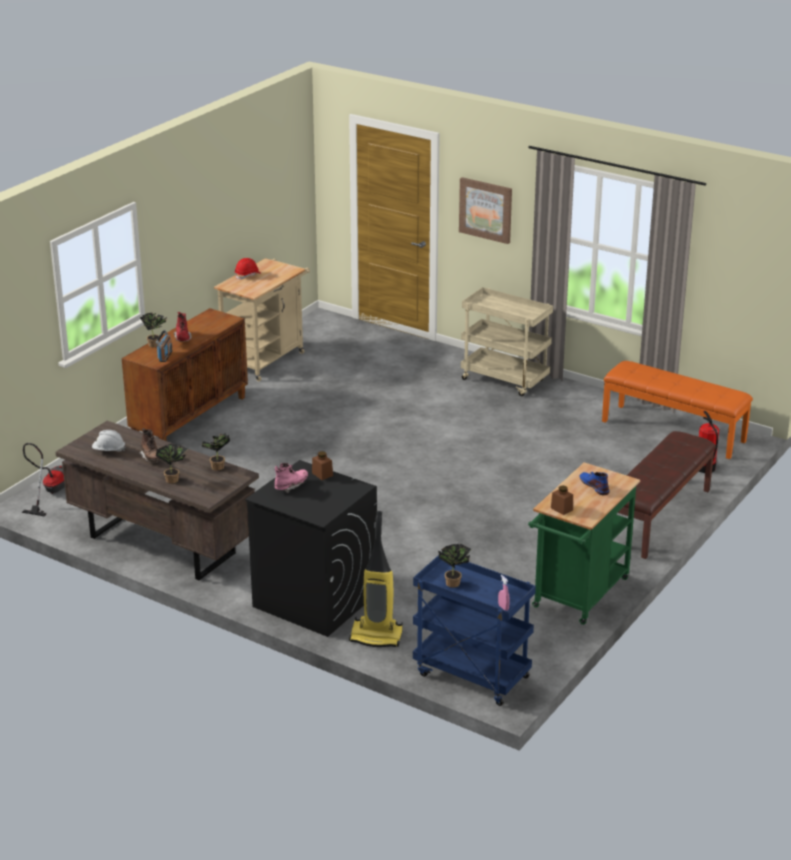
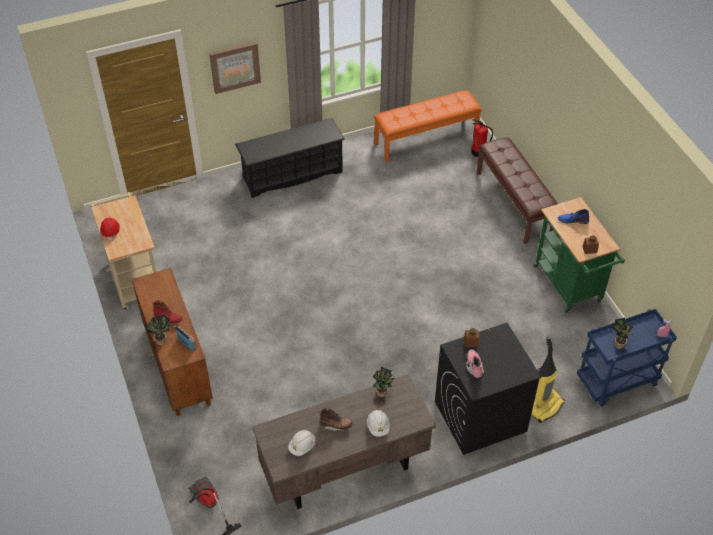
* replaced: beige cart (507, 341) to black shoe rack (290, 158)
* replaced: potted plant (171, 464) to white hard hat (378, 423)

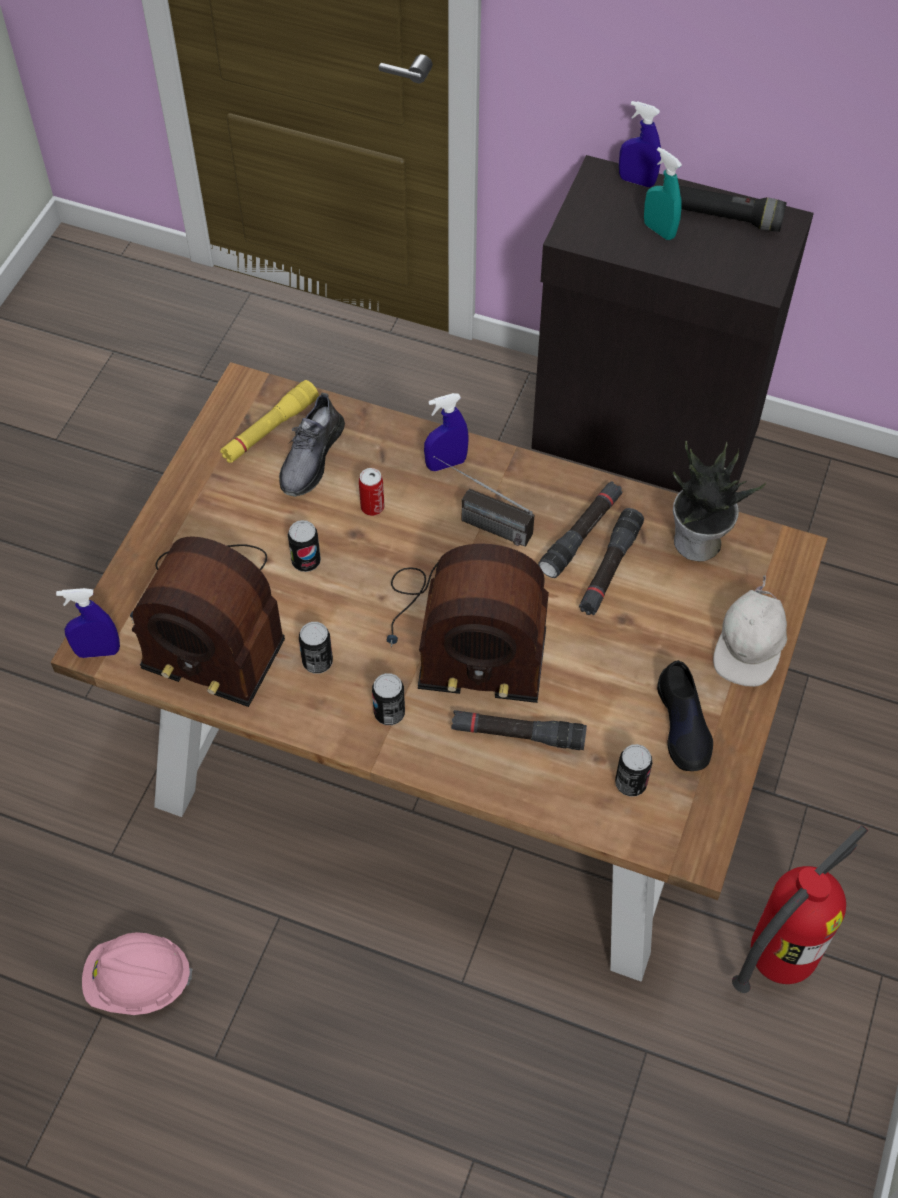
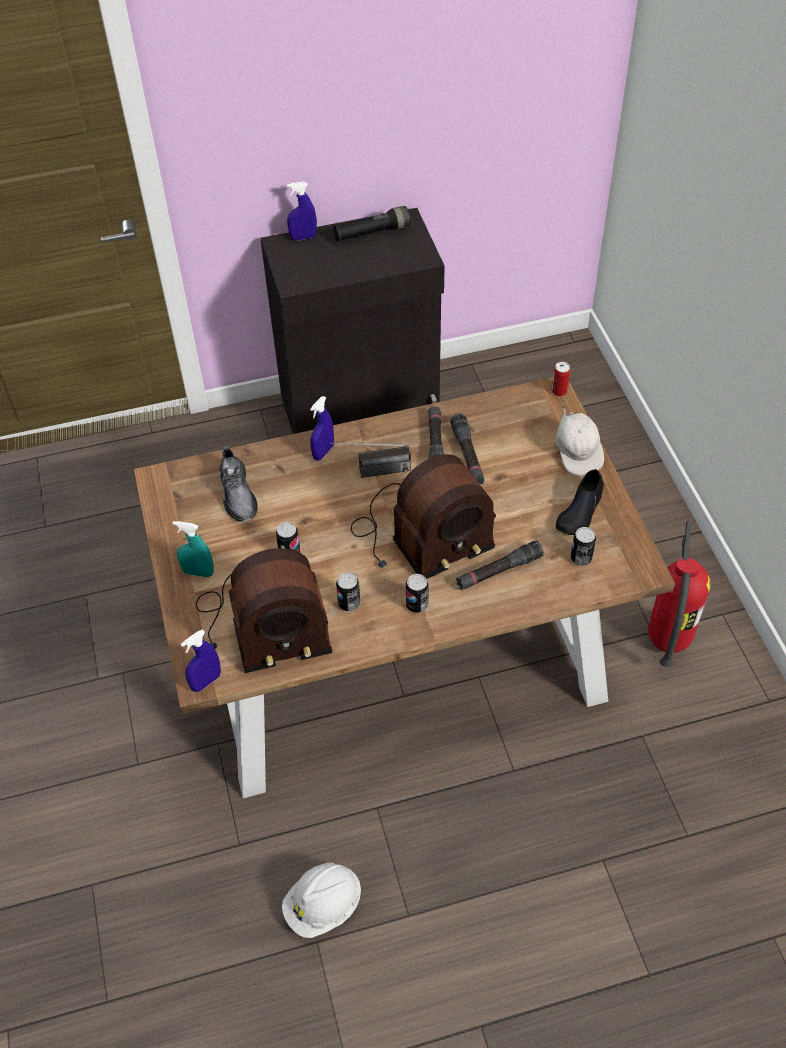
* moved: turquoise spray bottle (663, 193) to (193, 549)
* removed: yellow flashlight (269, 421)
* removed: potted plant (719, 501)
* moved: can (371, 492) to (561, 379)
* turned: black shoe (685, 715) = (580, 502) 75 degrees clockwise
* recoloured: pink hard hat (137, 973) to white hard hat (321, 900)

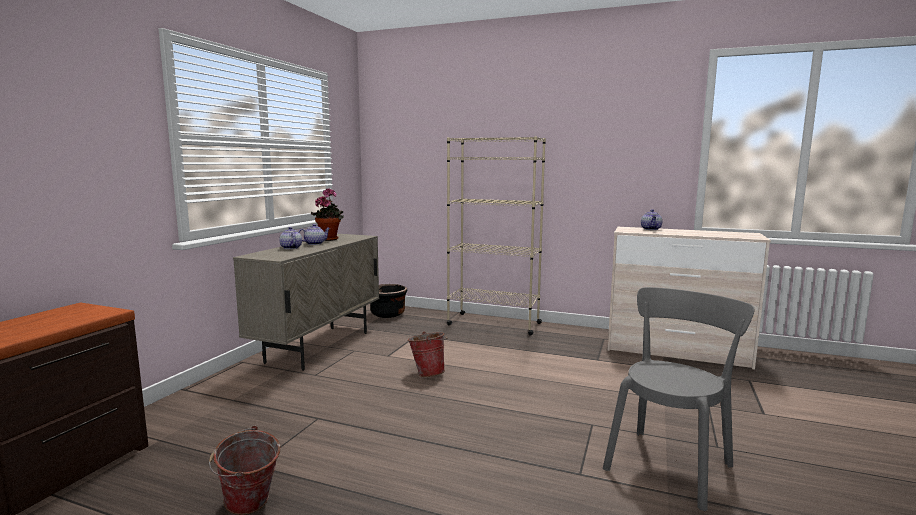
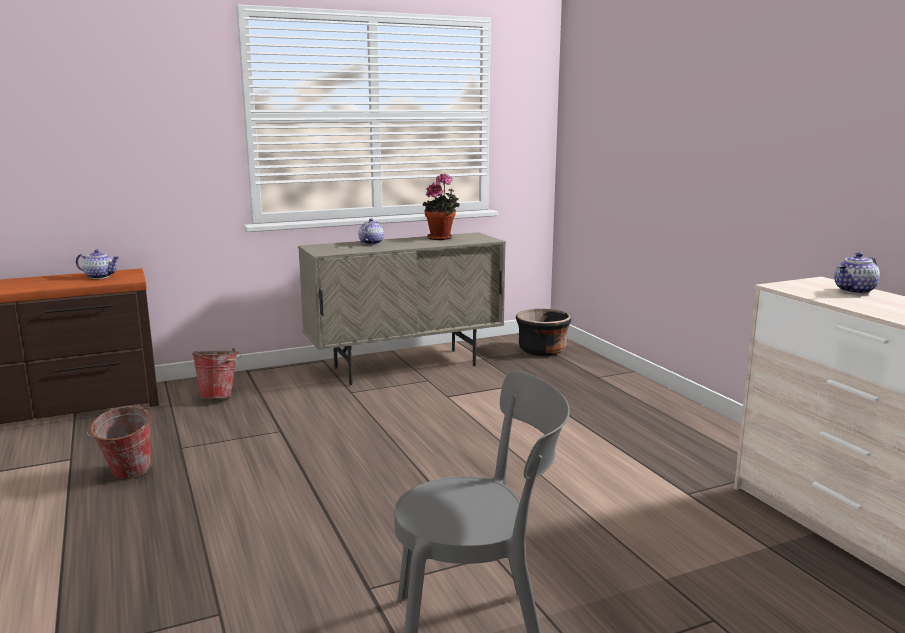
* removed: beige bookcase (496, 236)
* moved: teapot (314, 234) to (98, 264)
* moved: bucket (428, 354) to (216, 373)

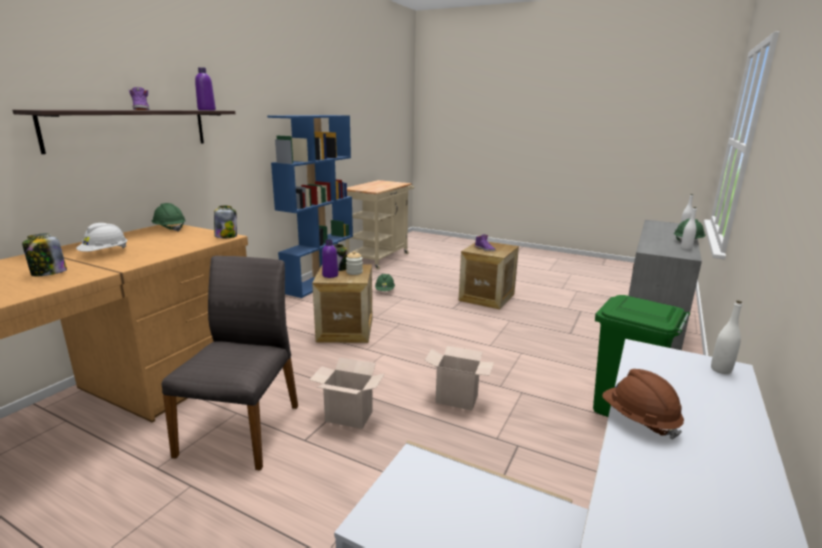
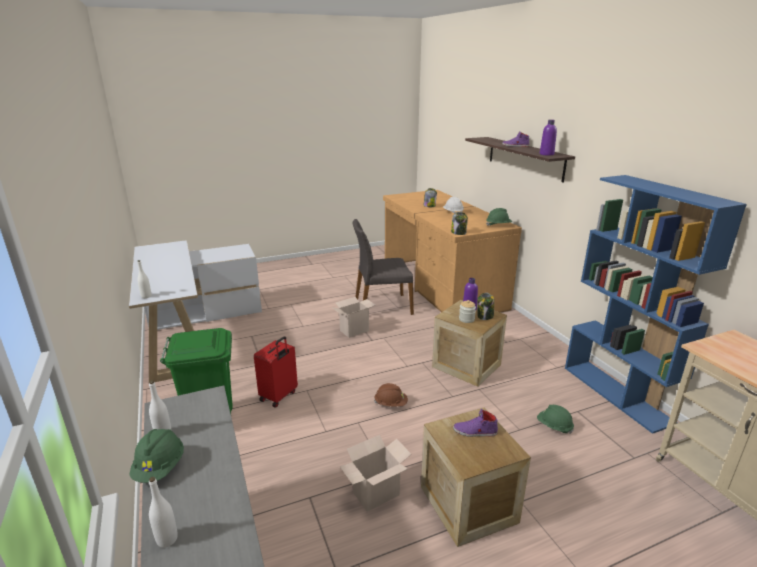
* turned: grey chair (230, 363) = (383, 267) 120 degrees clockwise
* moved: cardboard box (459, 378) to (375, 473)
* moved: brown hard hat (643, 404) to (391, 394)
* added: red suitcase (276, 371)

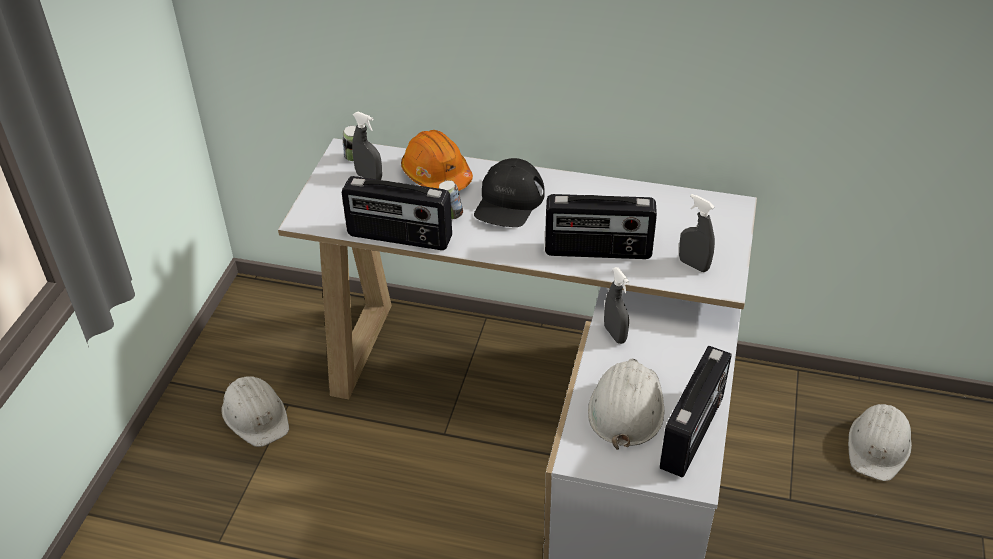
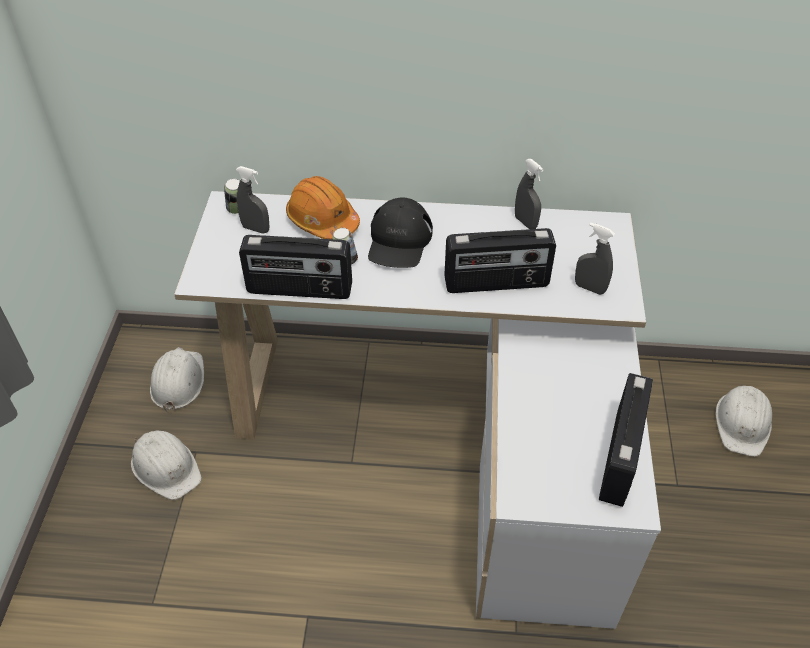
* moved: grey spray bottle (616, 305) to (529, 194)
* moved: white hard hat (626, 404) to (177, 380)

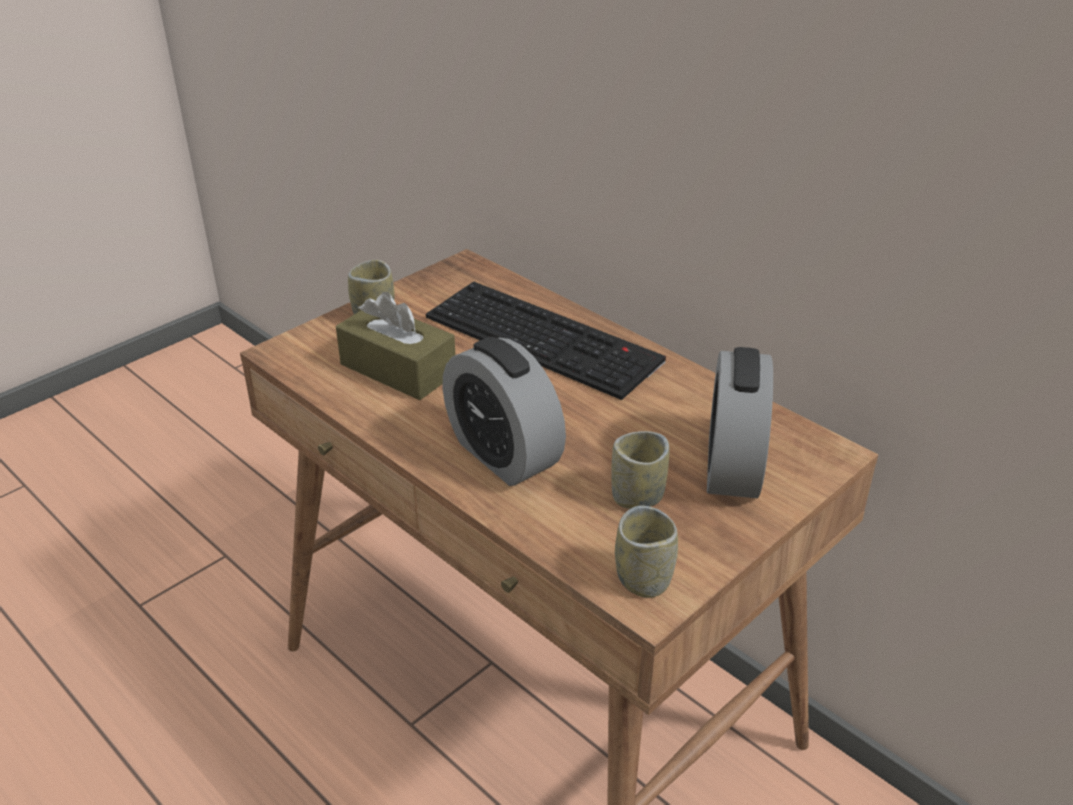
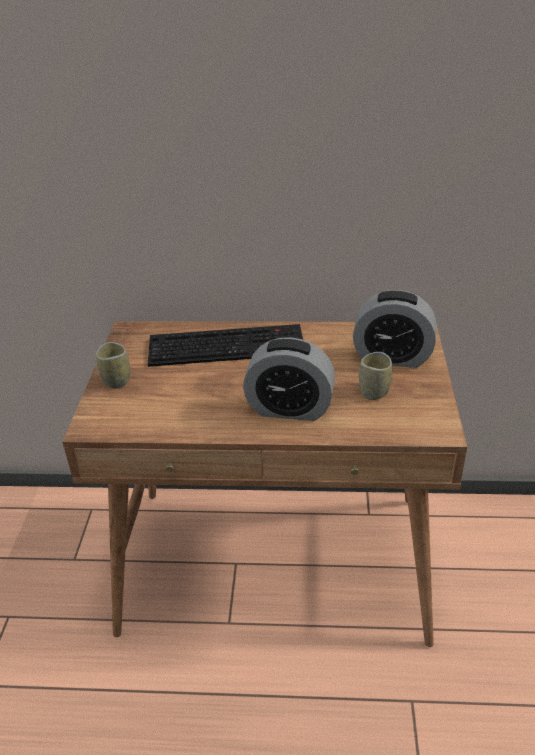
* removed: brown tissue box (395, 346)
* turned: alarm clock (740, 422) = (394, 329) 45 degrees counterclockwise
* removed: cup (646, 552)

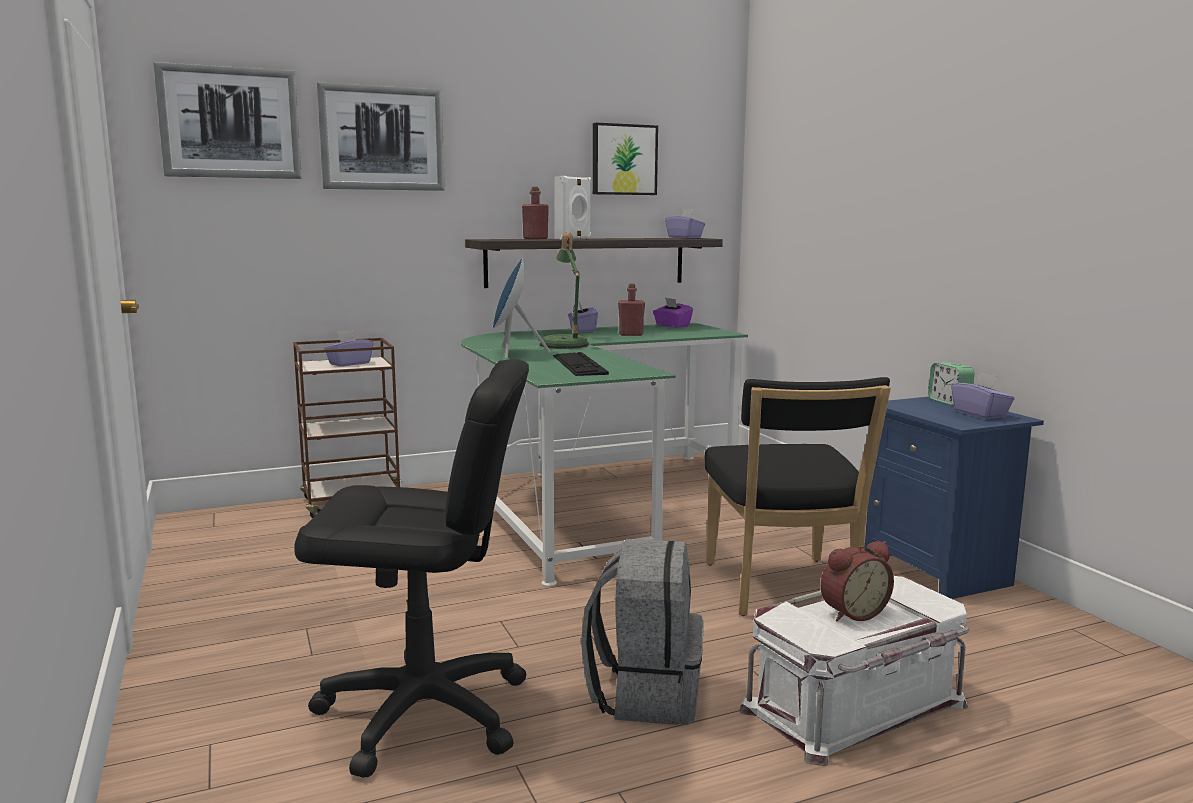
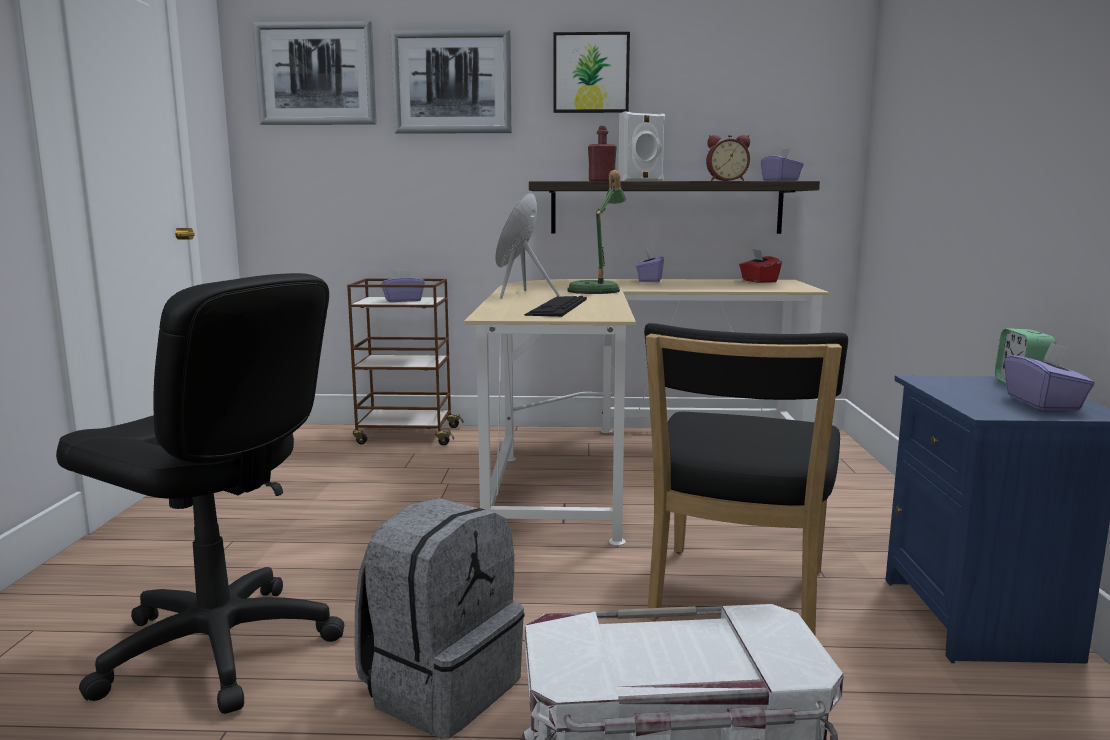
* moved: picture (625, 159) to (592, 72)
* removed: red bottle (631, 310)
* recoloured: purple tissue box (673, 313) to red tissue box (760, 266)
* recoloured: green desk (604, 454) to beige desk (646, 412)
* moved: alarm clock (857, 581) to (728, 158)

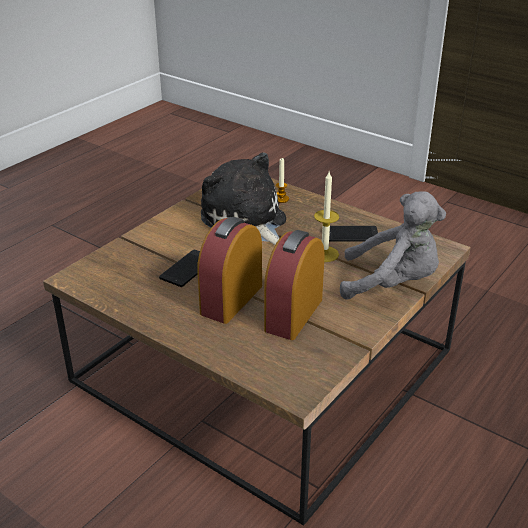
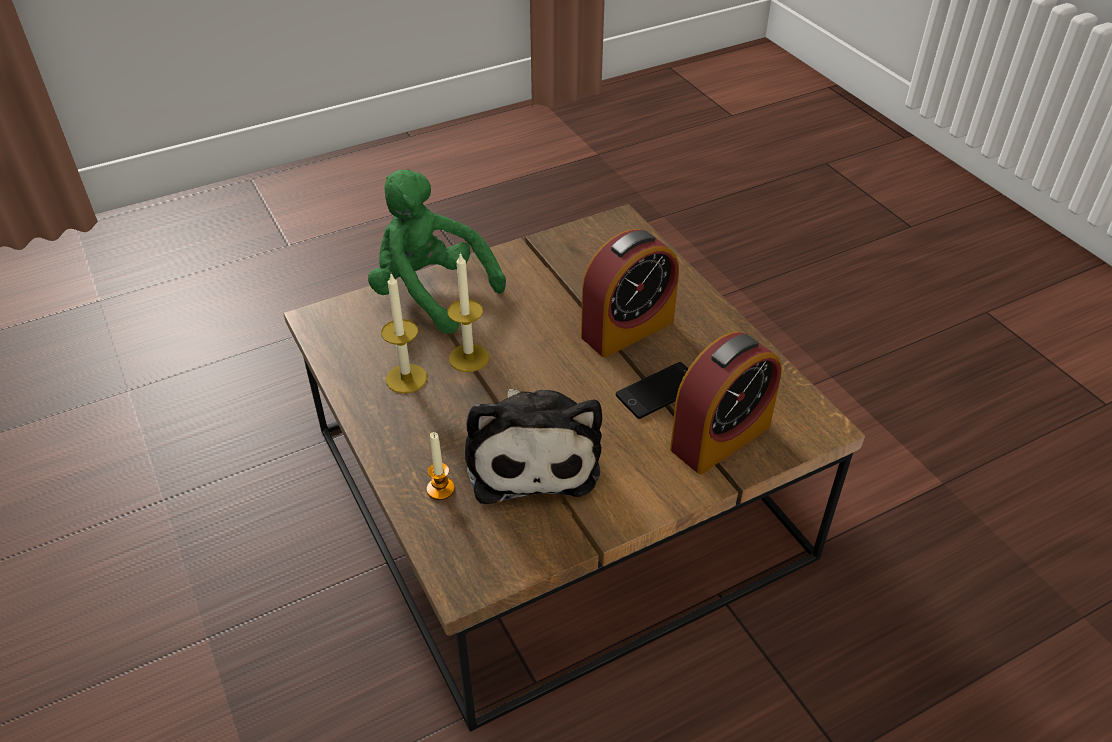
* recoloured: grey plush toy (393, 245) to green plush toy (437, 251)
* replaced: phone (353, 234) to candle (404, 333)
* moved: alarm clock (294, 285) to (726, 403)

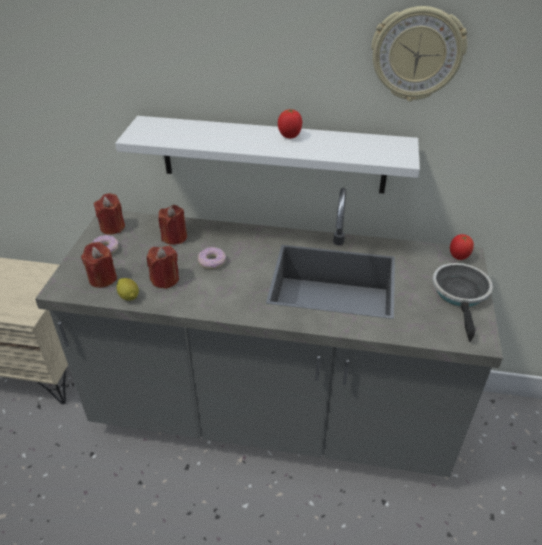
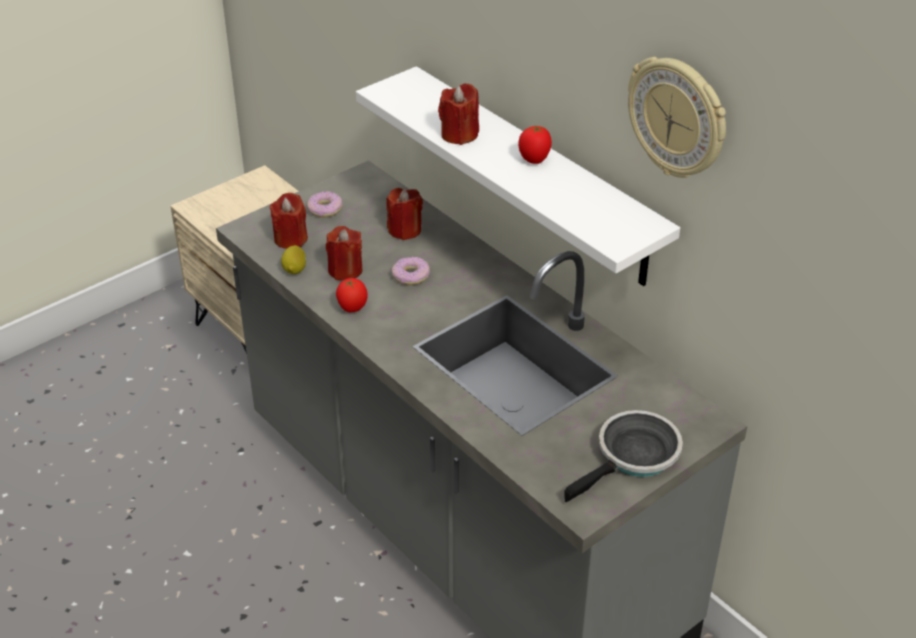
* moved: red candle (109, 214) to (458, 114)
* moved: tomato (462, 247) to (352, 295)

